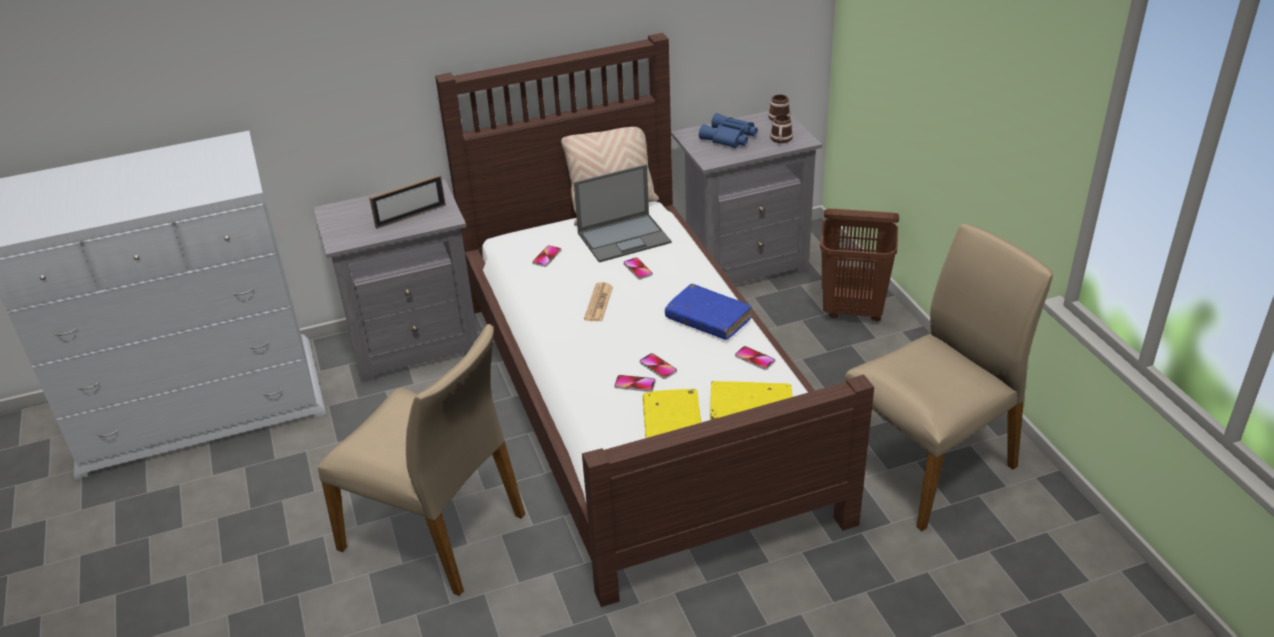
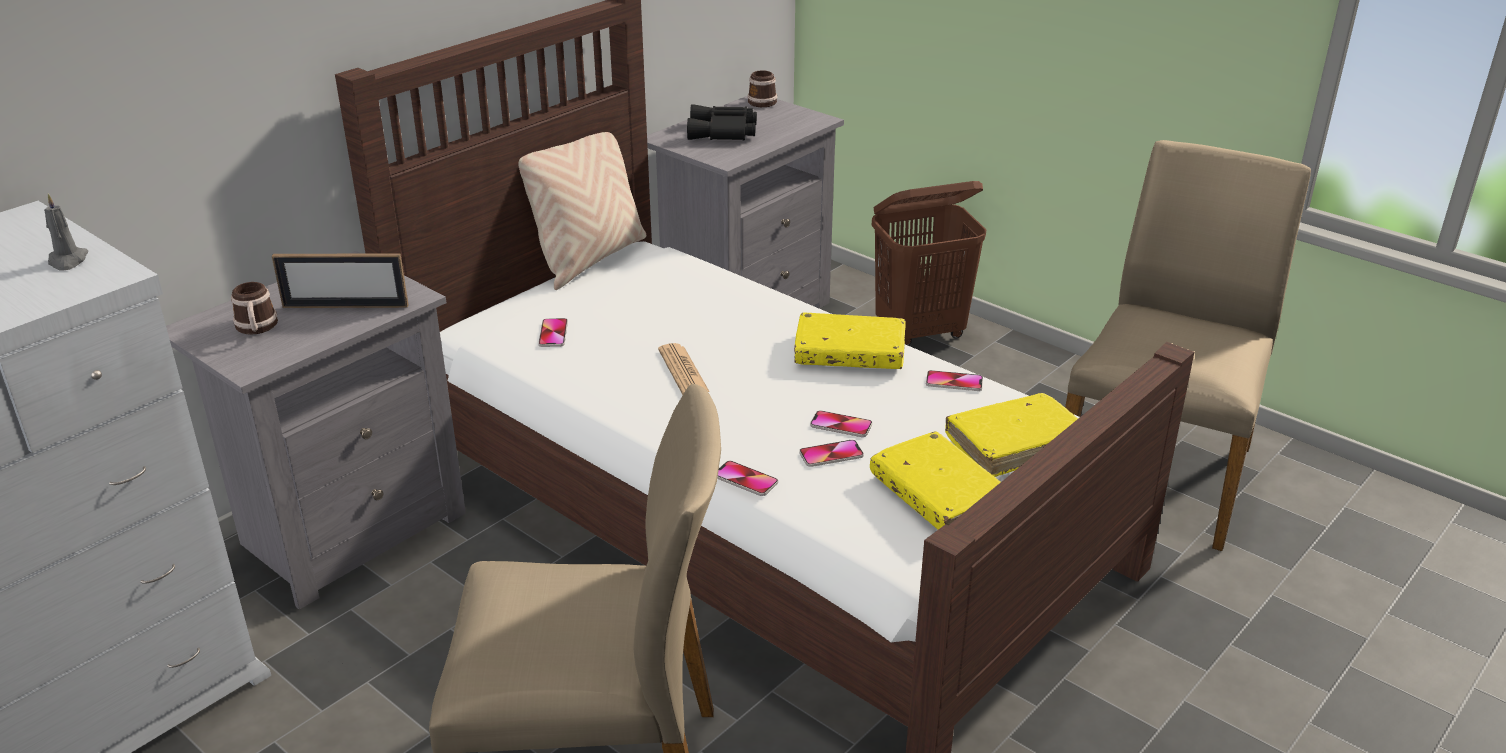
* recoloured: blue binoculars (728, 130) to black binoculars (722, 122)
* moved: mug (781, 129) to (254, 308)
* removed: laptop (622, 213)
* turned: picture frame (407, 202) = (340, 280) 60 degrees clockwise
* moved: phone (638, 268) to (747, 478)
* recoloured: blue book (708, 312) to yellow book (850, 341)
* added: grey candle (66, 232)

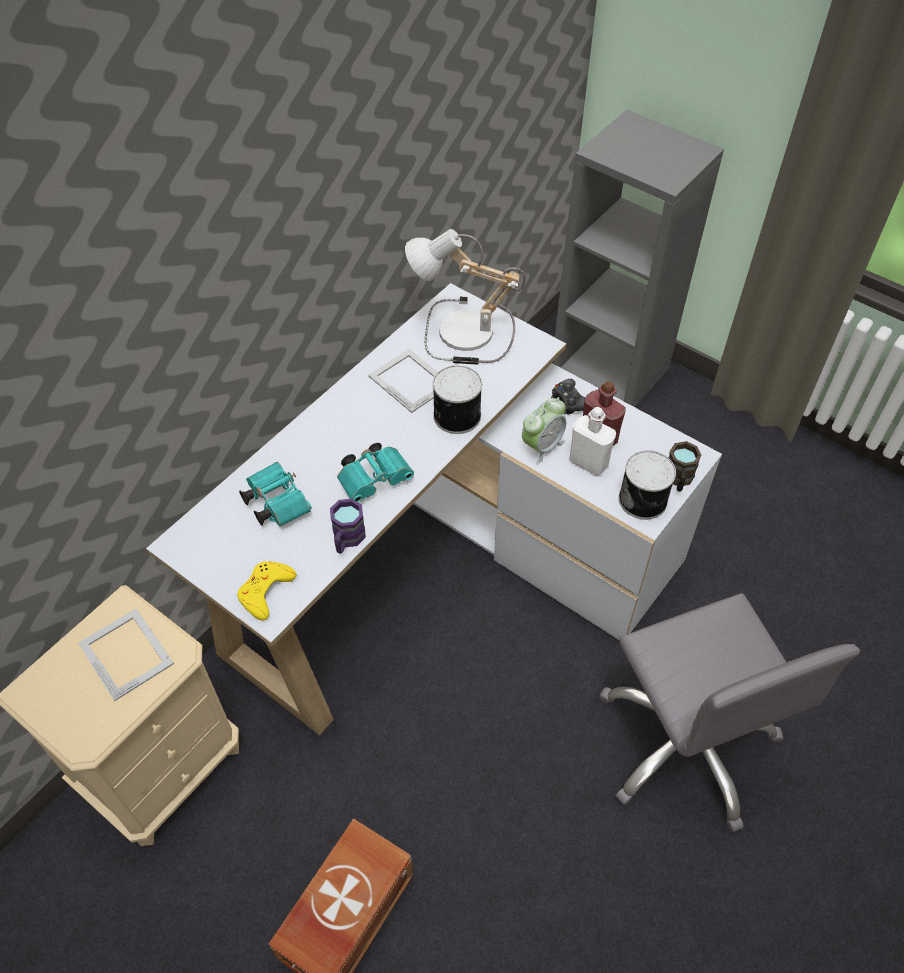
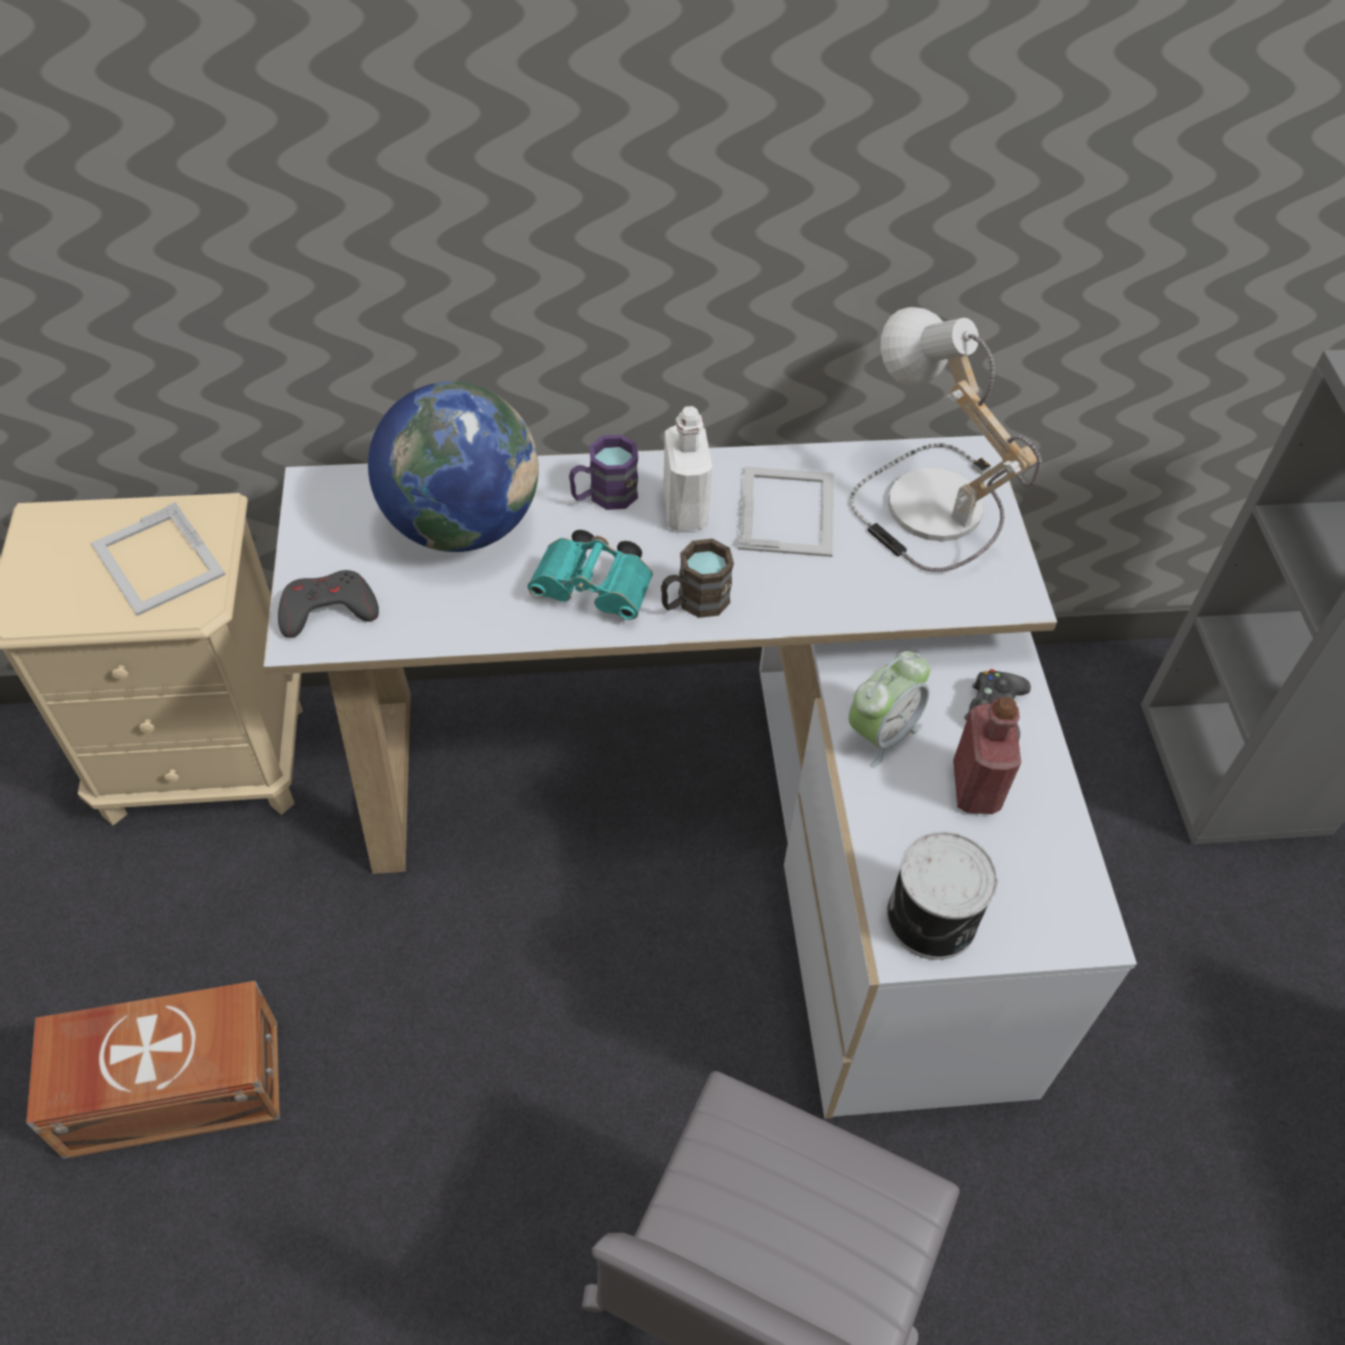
* removed: can (457, 399)
* turned: alarm clock (544, 431) = (889, 709) 45 degrees counterclockwise
* moved: white bottle (593, 441) to (687, 468)
* moved: brown mug (685, 466) to (697, 578)
* replaced: turquoise binoculars (275, 494) to globe (453, 467)
* moved: purple mug (348, 526) to (603, 472)
* recoloured: yellow game controller (267, 591) to grey game controller (328, 604)
* turned: picture frame (126, 654) = (158, 559) 135 degrees clockwise

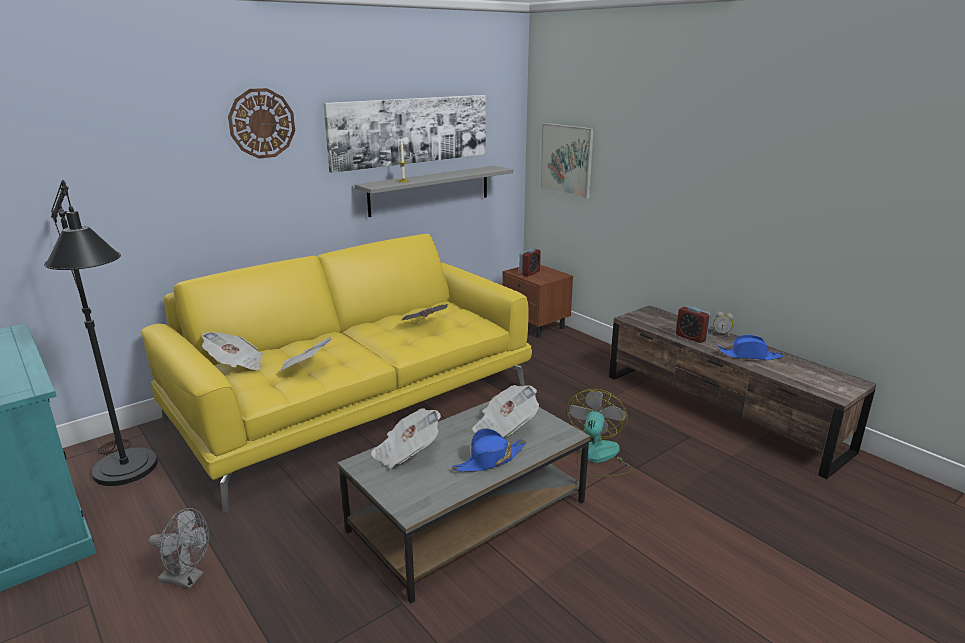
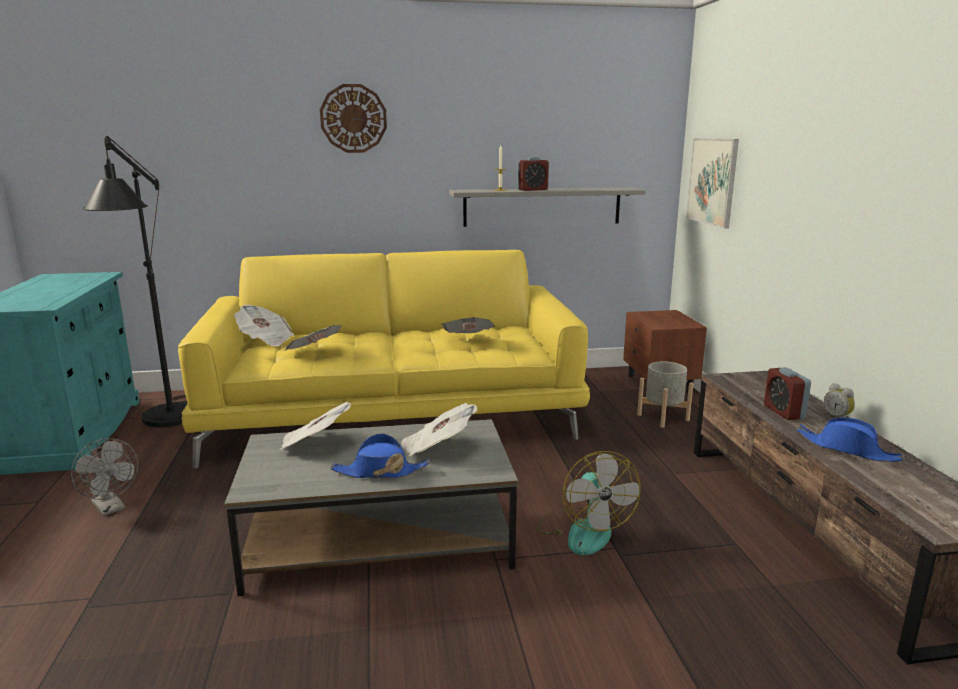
* removed: picture (404, 134)
* moved: alarm clock (530, 262) to (533, 174)
* turned: fan (600, 433) = (588, 503) 120 degrees clockwise
* added: grey planter (665, 394)

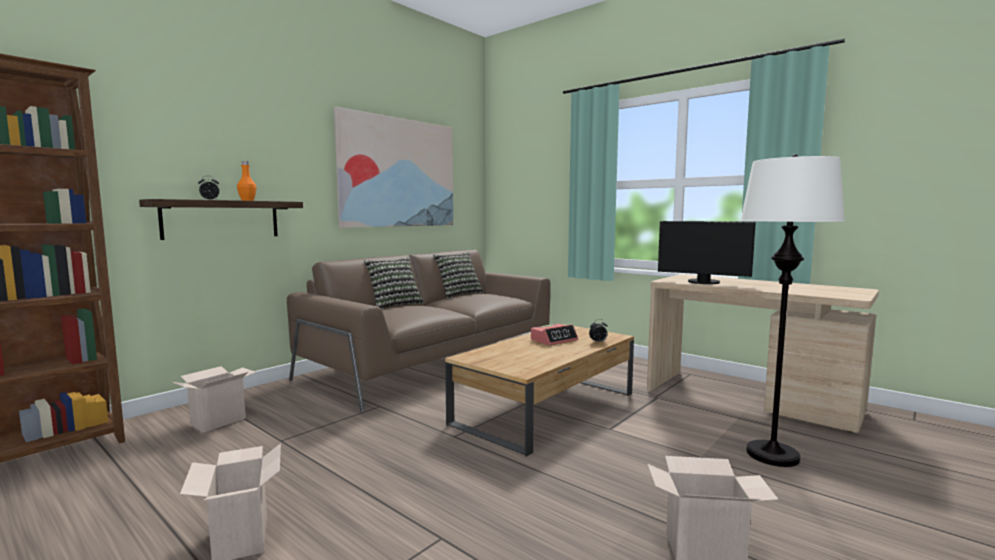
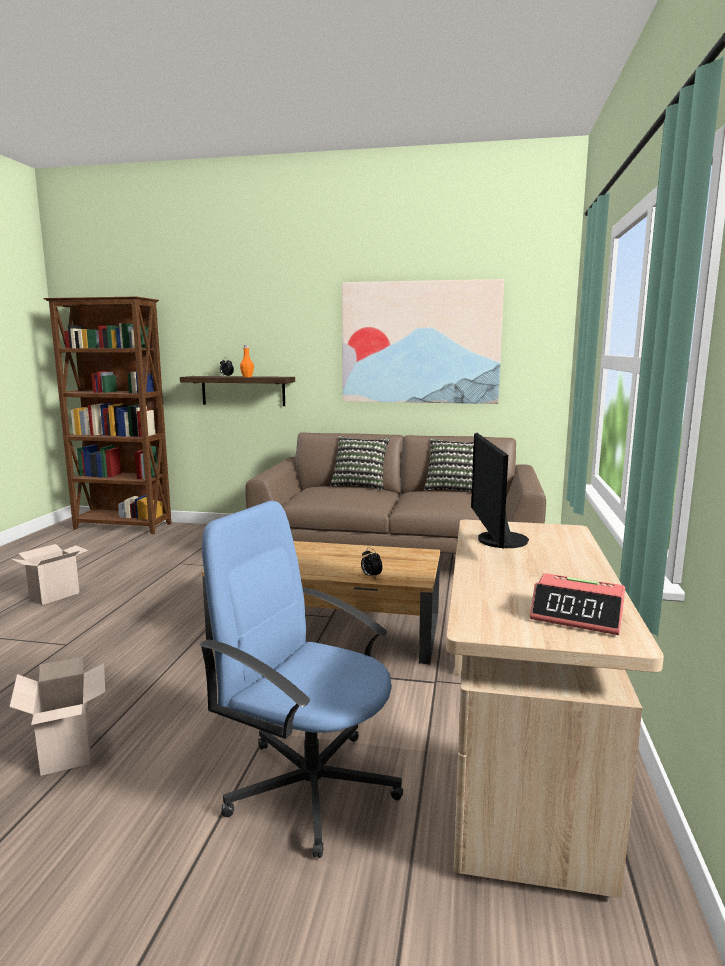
* replaced: white floor lamp (792, 310) to blue office chair (301, 679)
* moved: alarm clock (554, 335) to (577, 604)
* removed: cardboard box (214, 399)

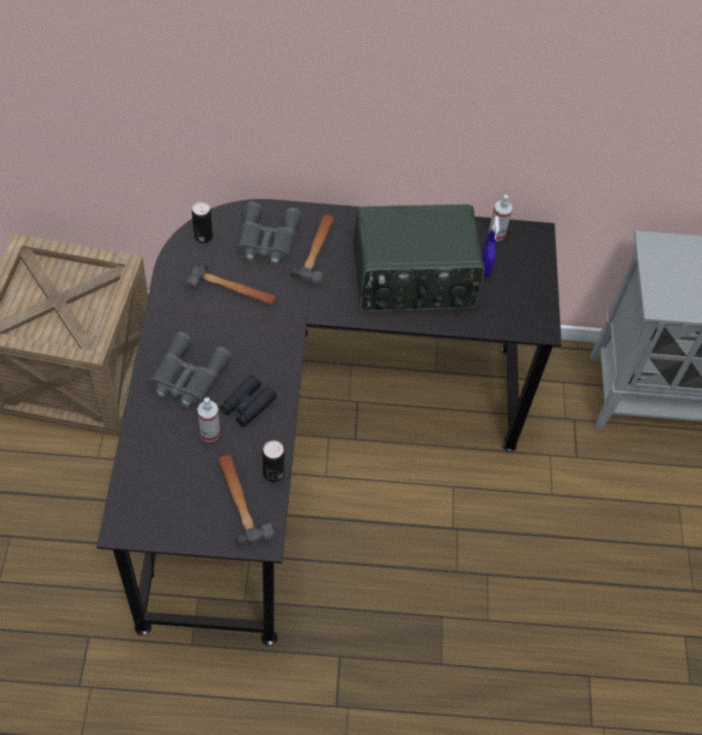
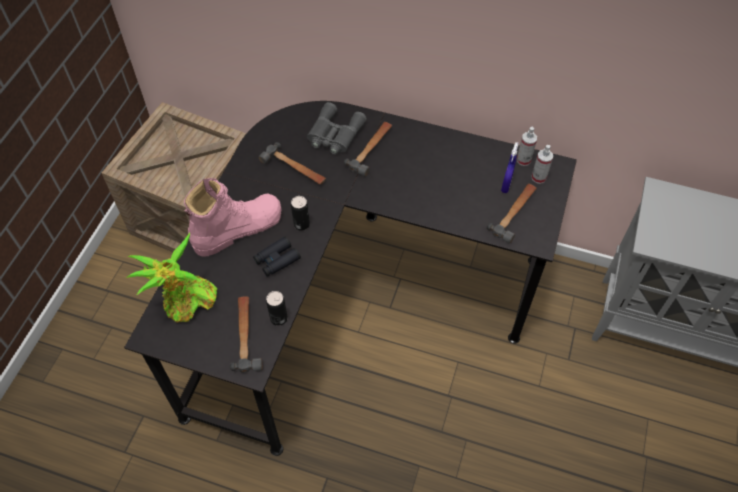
* moved: can (202, 222) to (300, 213)
* removed: radio (419, 257)
* replaced: grey binoculars (190, 370) to pink boot (233, 217)
* moved: spray bottle (208, 419) to (542, 164)
* added: hammer (512, 213)
* added: potted plant (171, 278)

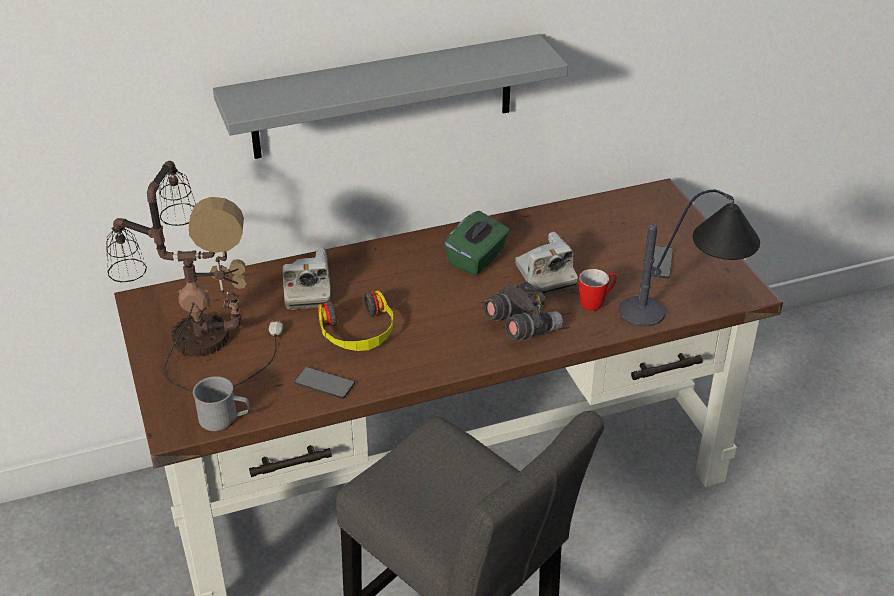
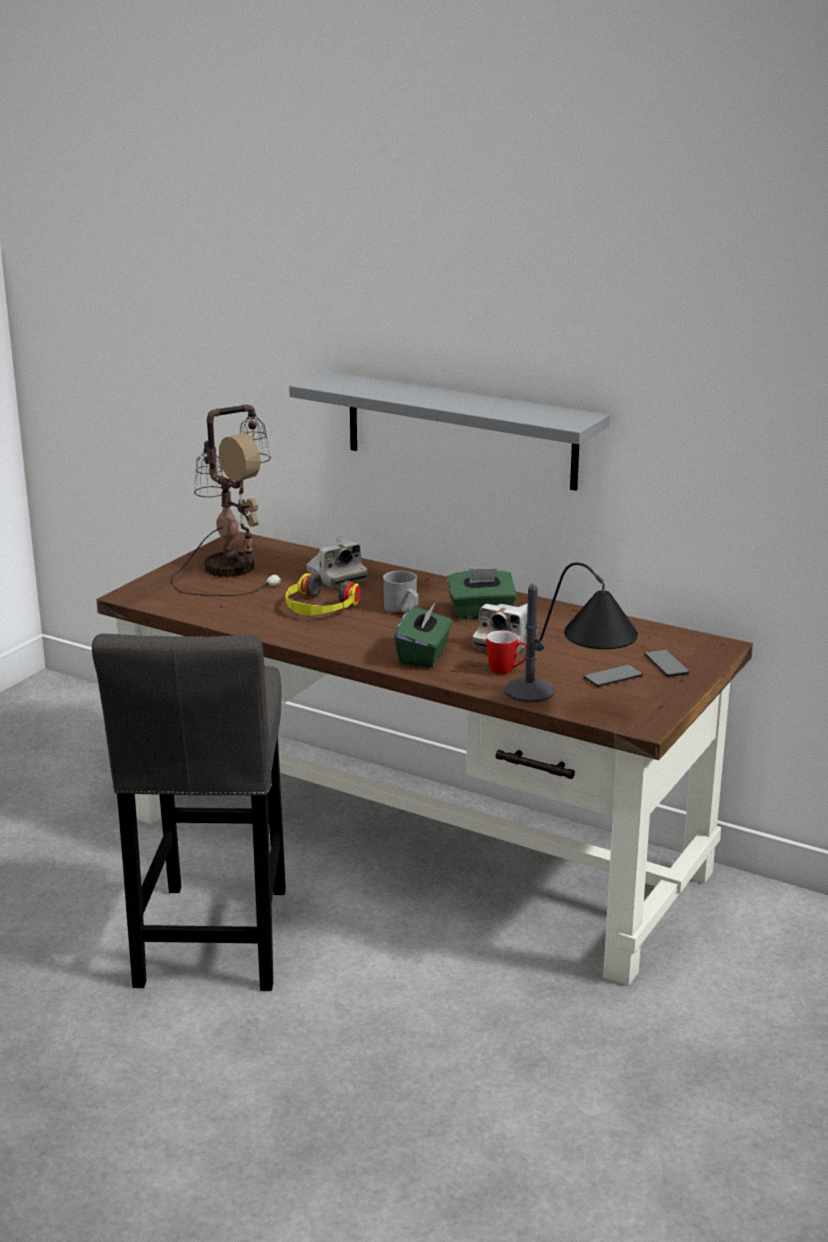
* turned: photo camera (307, 278) = (336, 561) 75 degrees counterclockwise
* replaced: grey binoculars (523, 311) to green tissue box (423, 635)
* moved: phone (324, 383) to (667, 663)
* moved: grey mug (221, 403) to (401, 592)

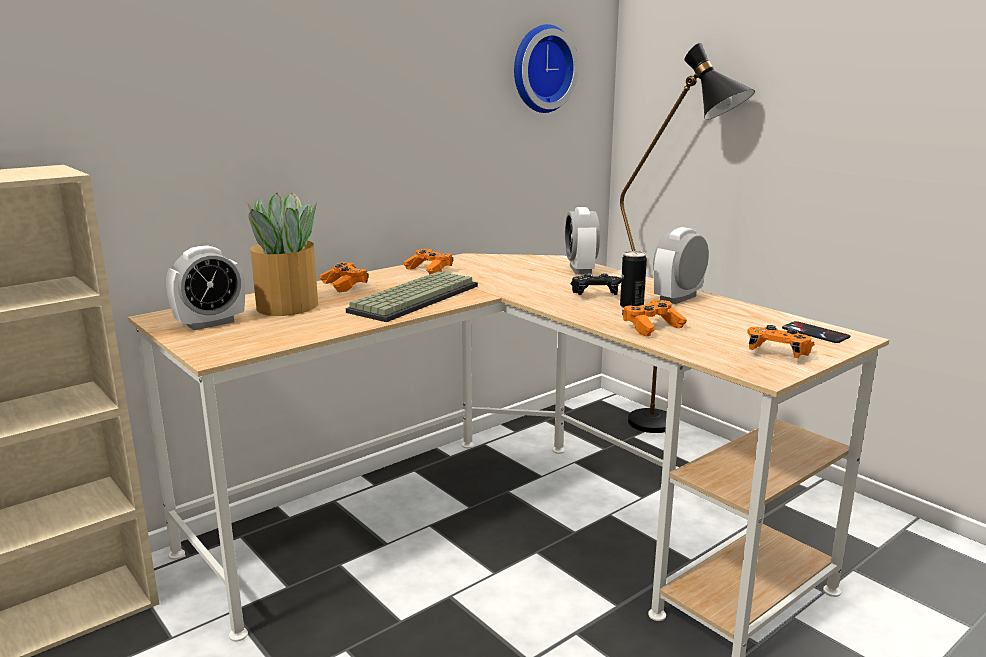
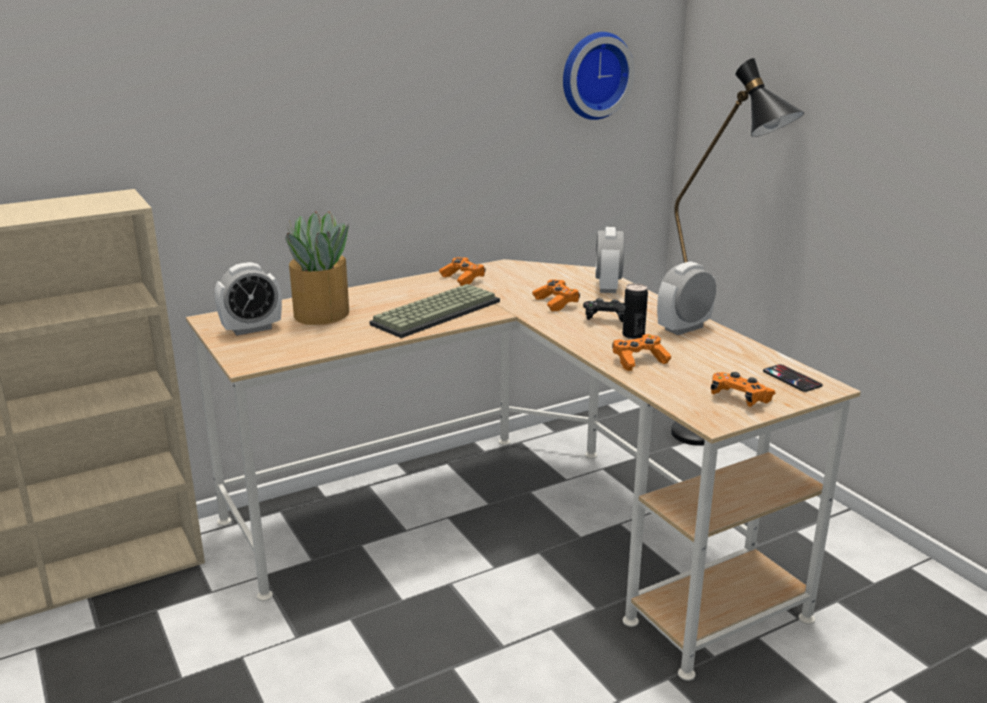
* moved: orange game controller (344, 277) to (556, 295)

